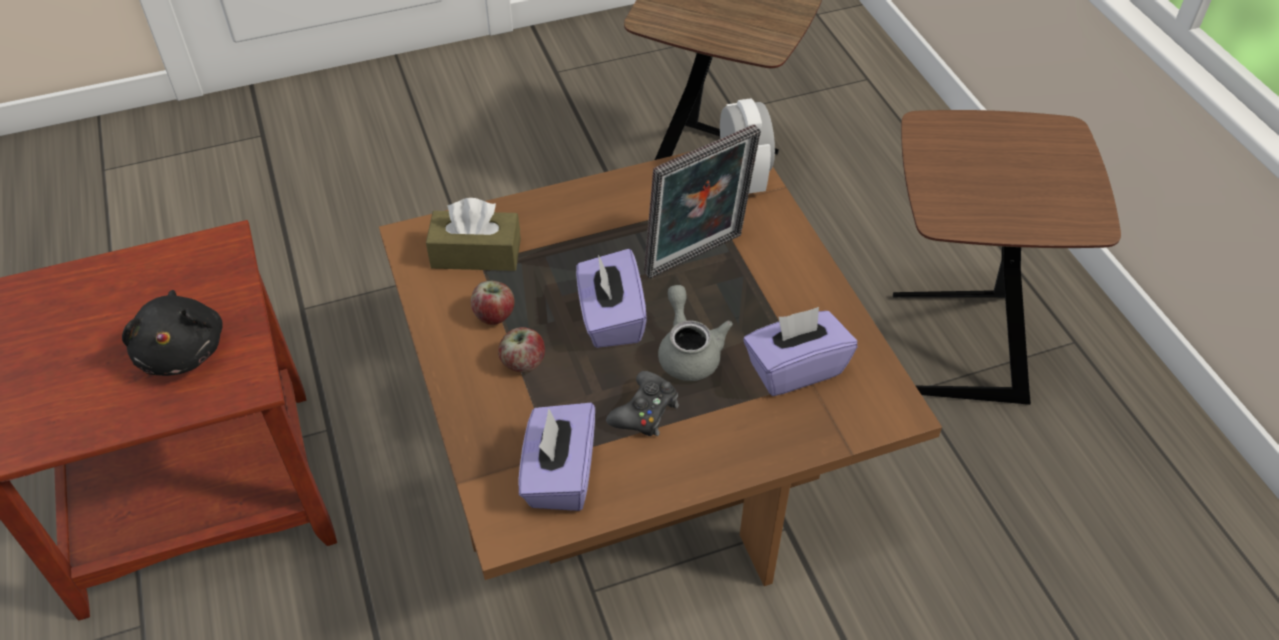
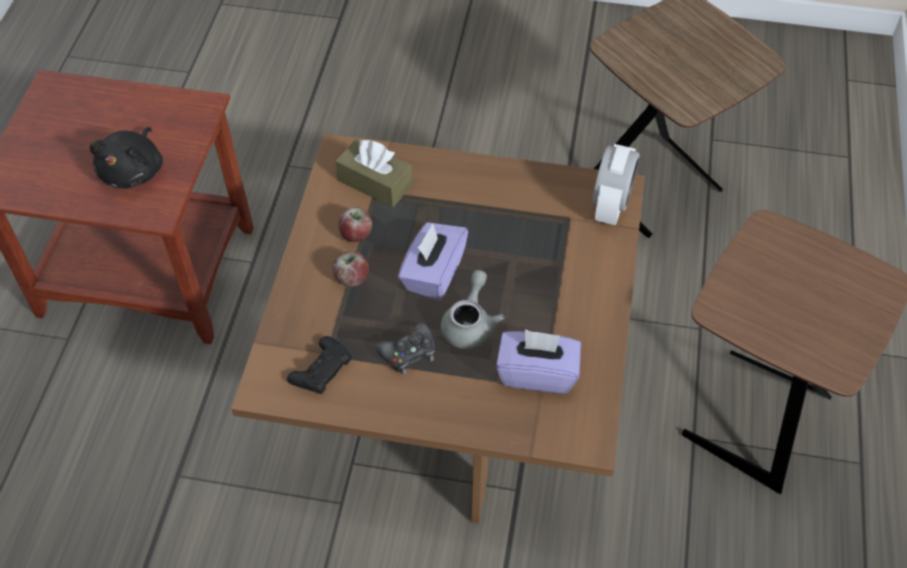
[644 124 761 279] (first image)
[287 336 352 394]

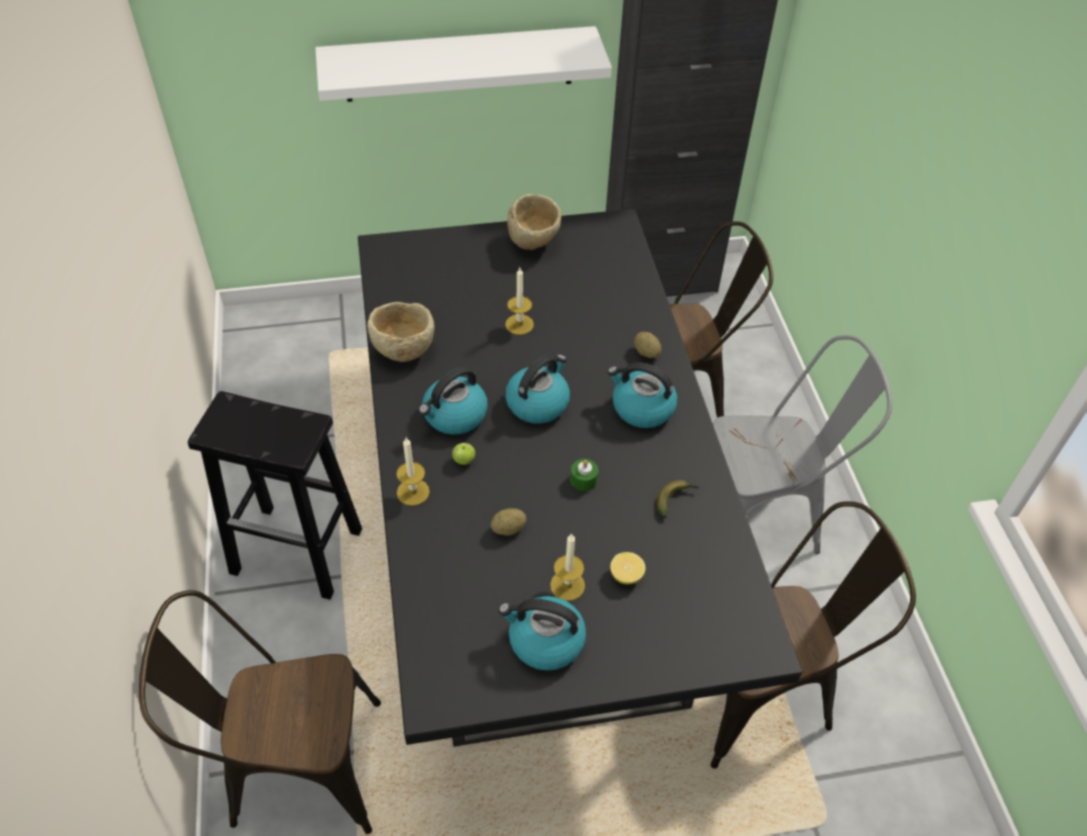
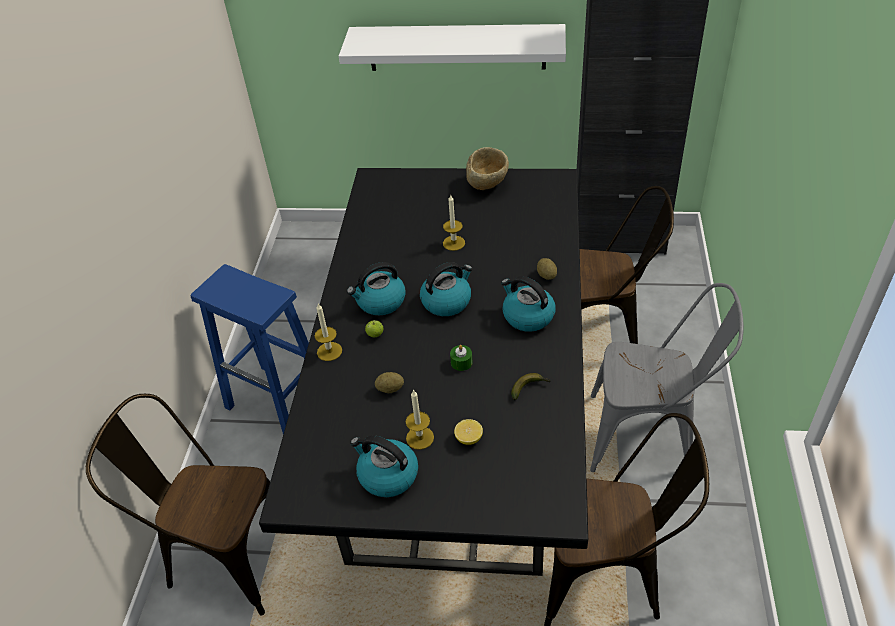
[367 302 435 362] (first image)
[191 264 309 434]

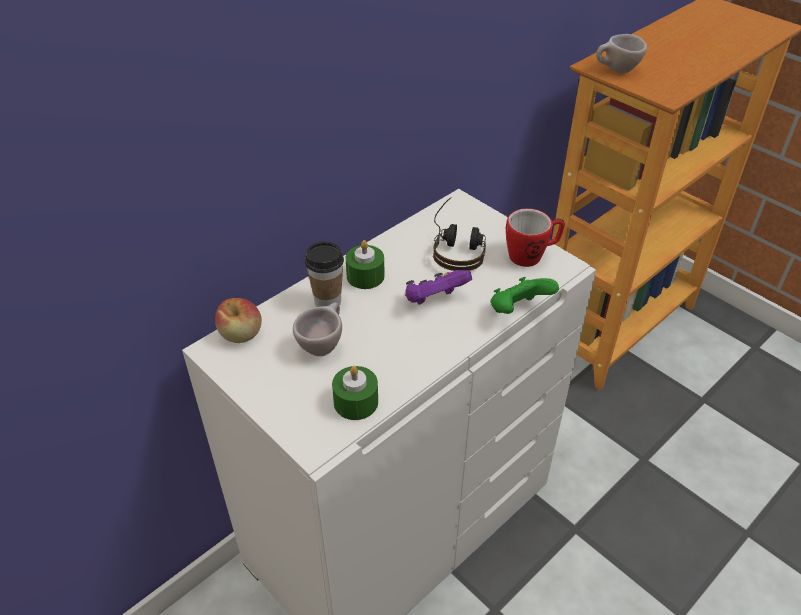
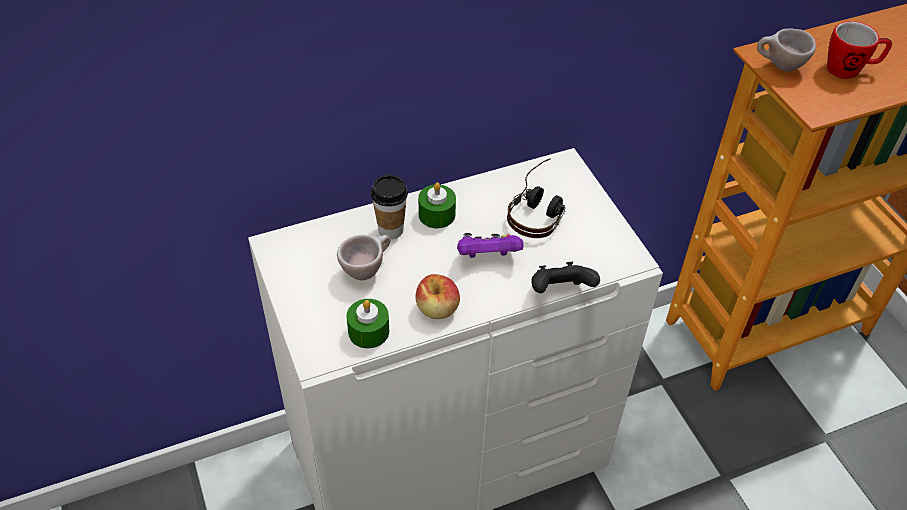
[415 274 460 319]
[827 21 892 79]
[531 262 600 293]

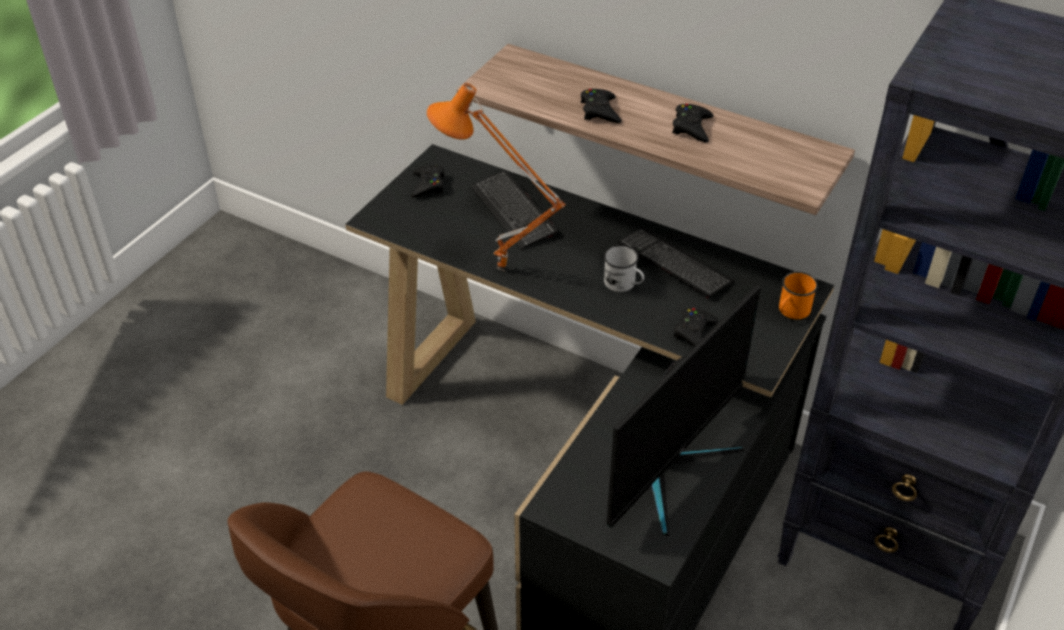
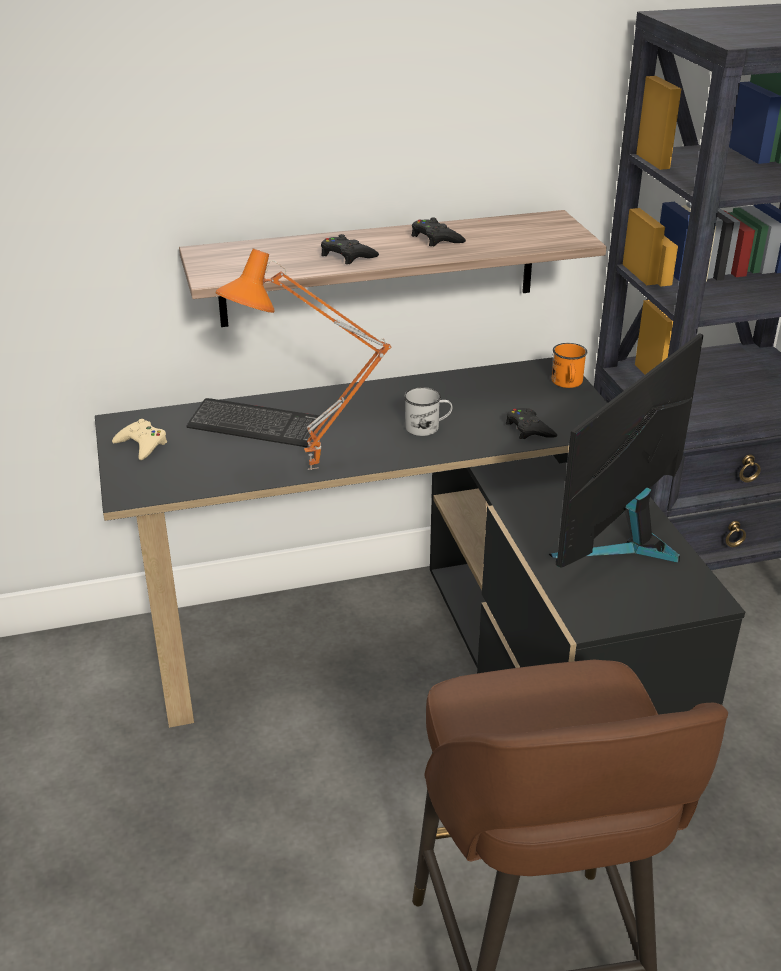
[618 227 735 298] (first image)
[112 419 167 460]
[549 333 703 568]

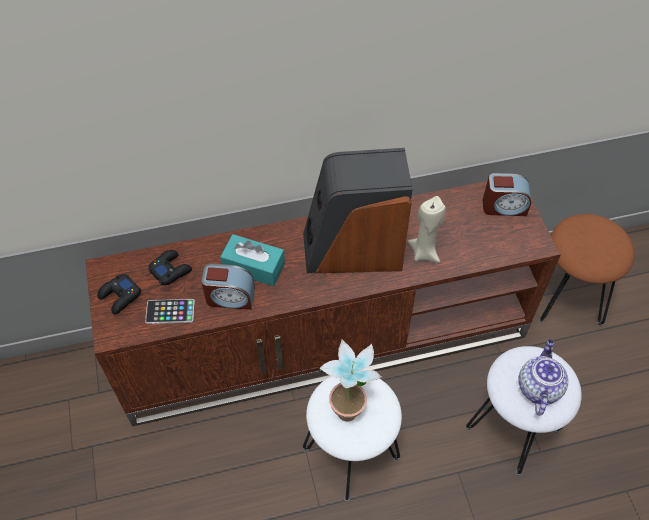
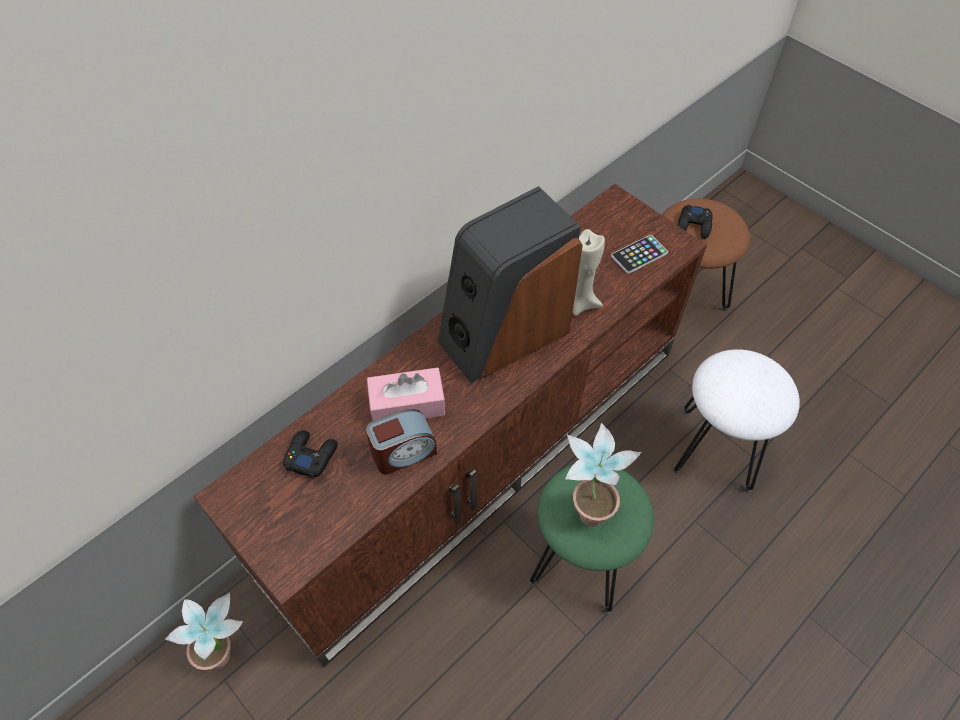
[483 173 531 216] (first image)
[518 339 568 416] (first image)
[165 592 243 670]
[678 204 713 239]
[611 235 668 274]
[367 368 445 421]
[530 465 654 614]

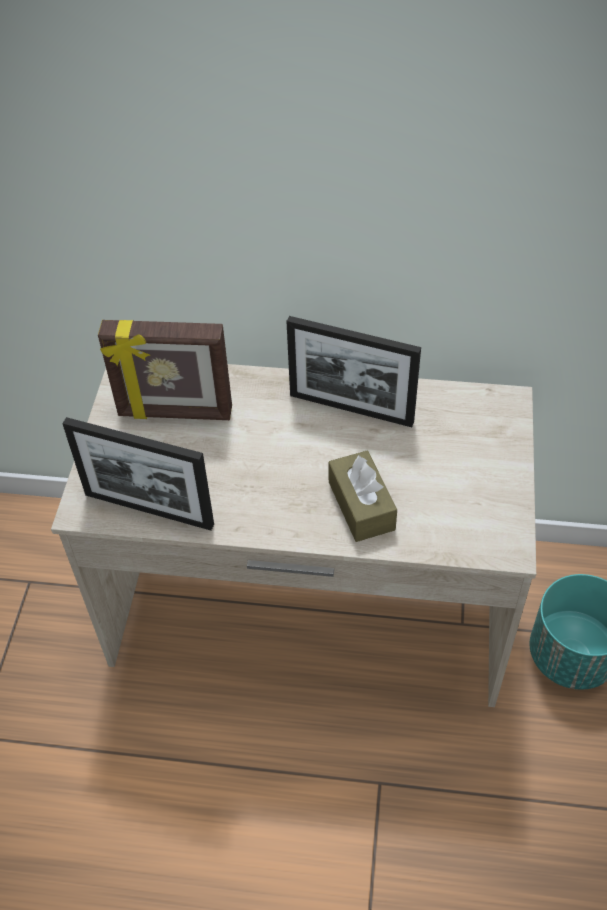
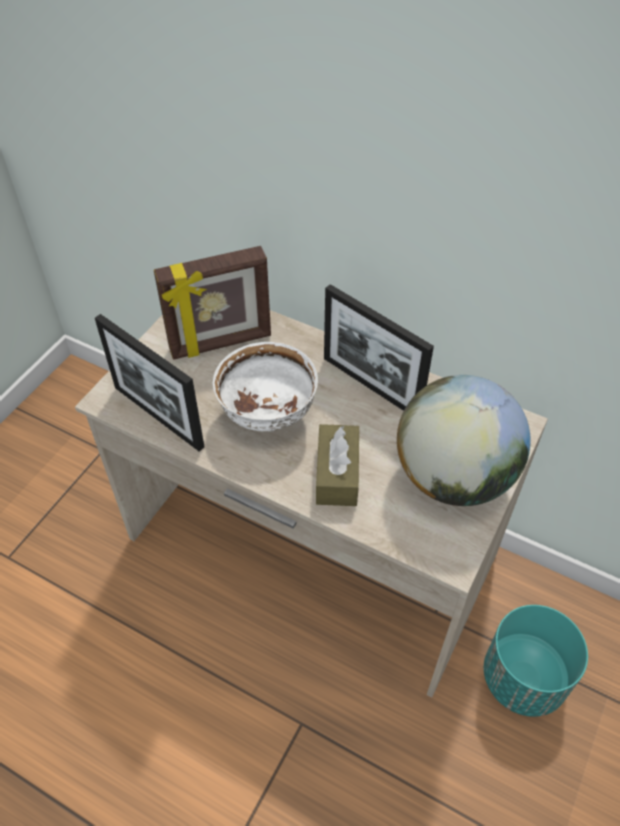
[213 342 318 432]
[397 375 531 506]
[154 246 271 360]

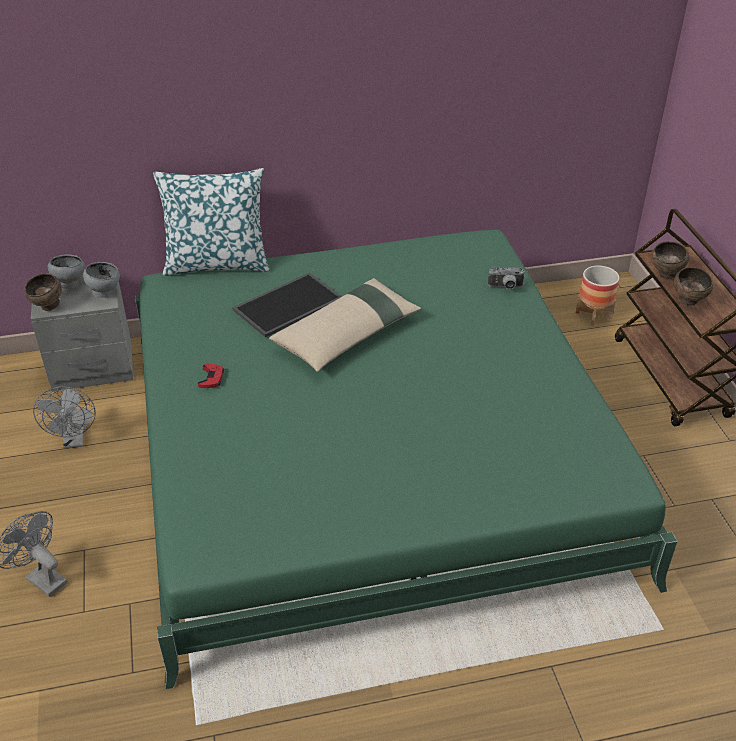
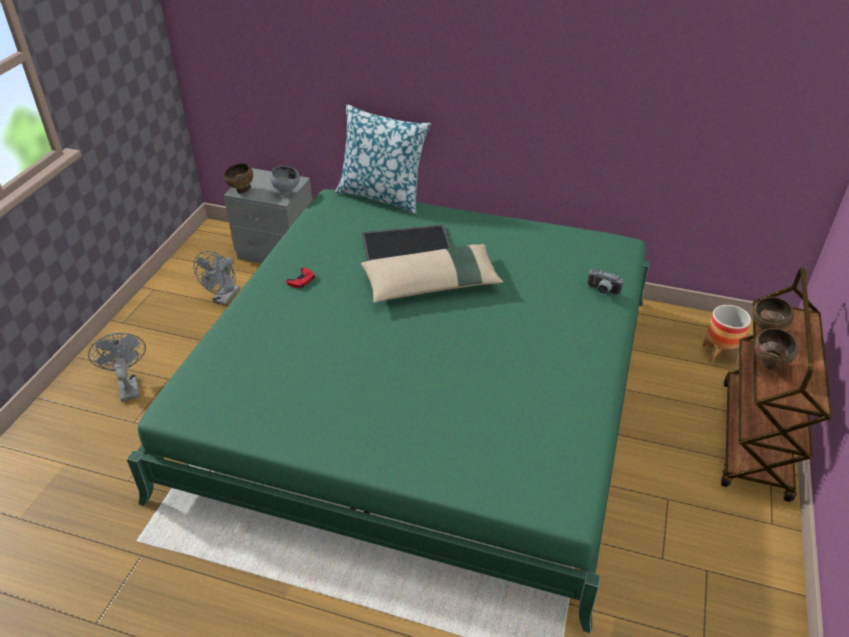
[48 254 85 289] (first image)

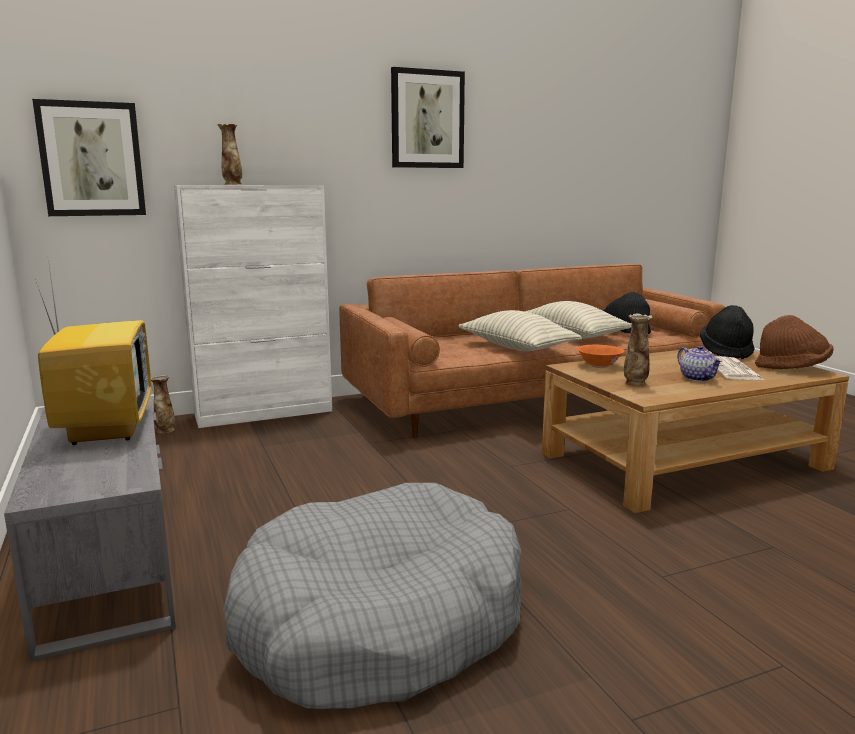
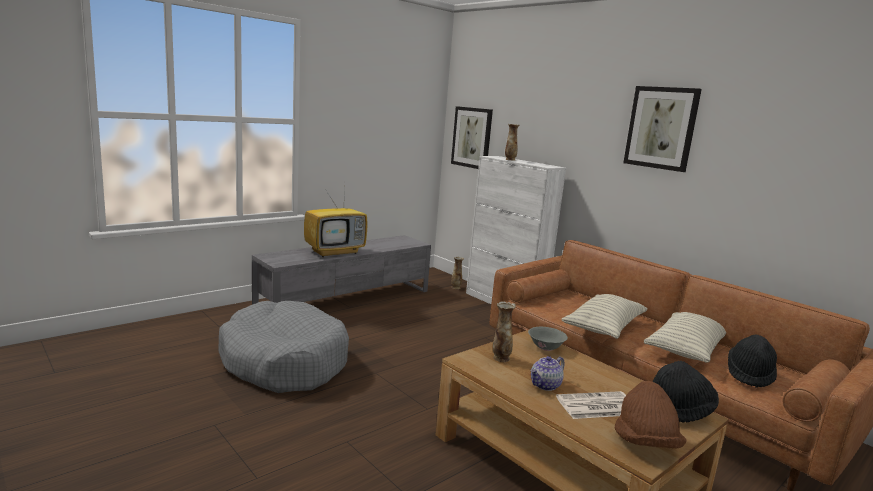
[528 327 568 351]

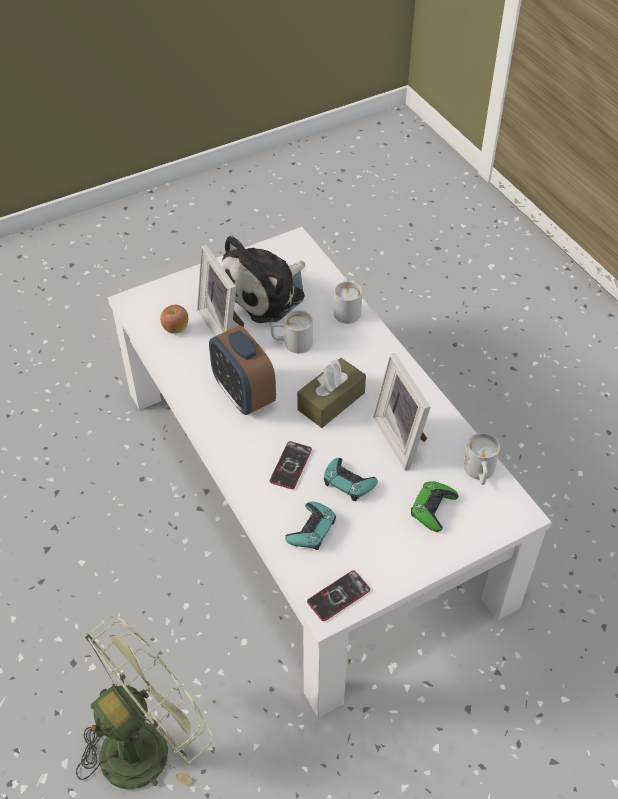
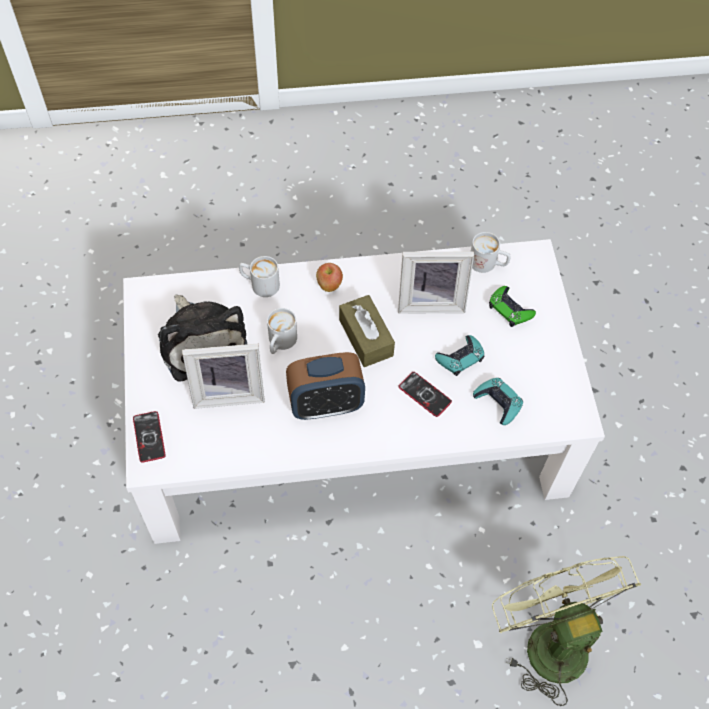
[316 263 343 292]
[133 411 166 463]

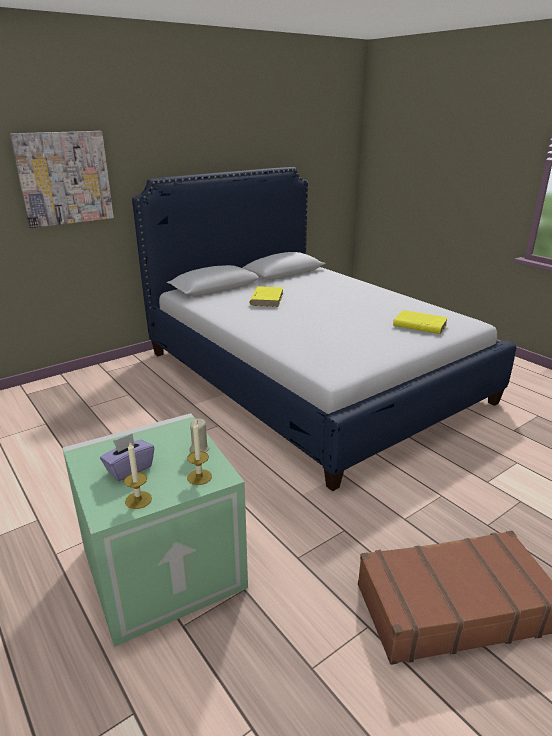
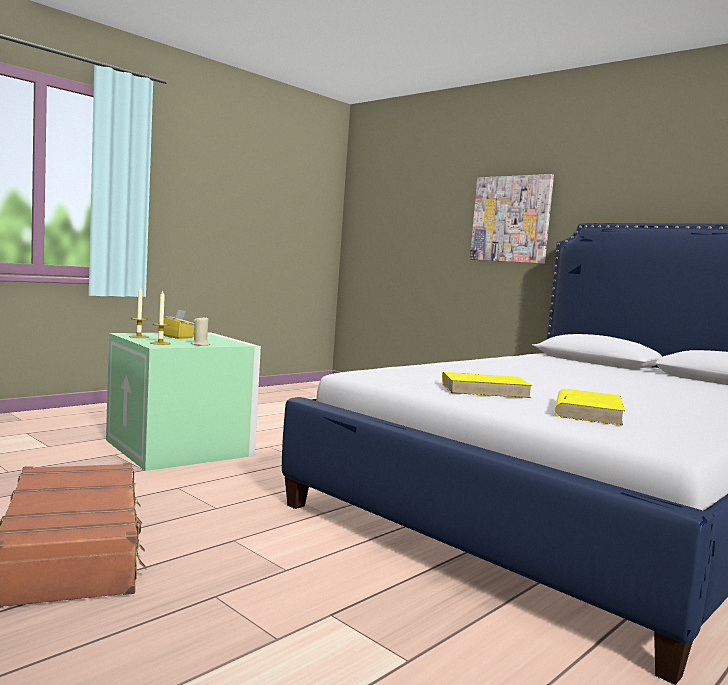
[442 372 533 398]
[163 310 194 339]

